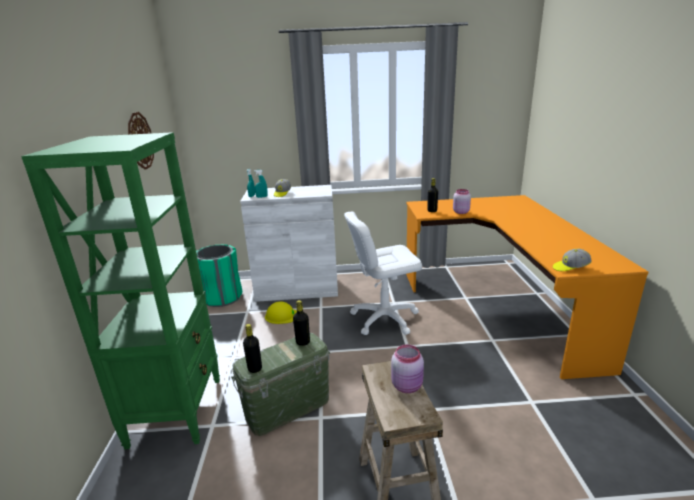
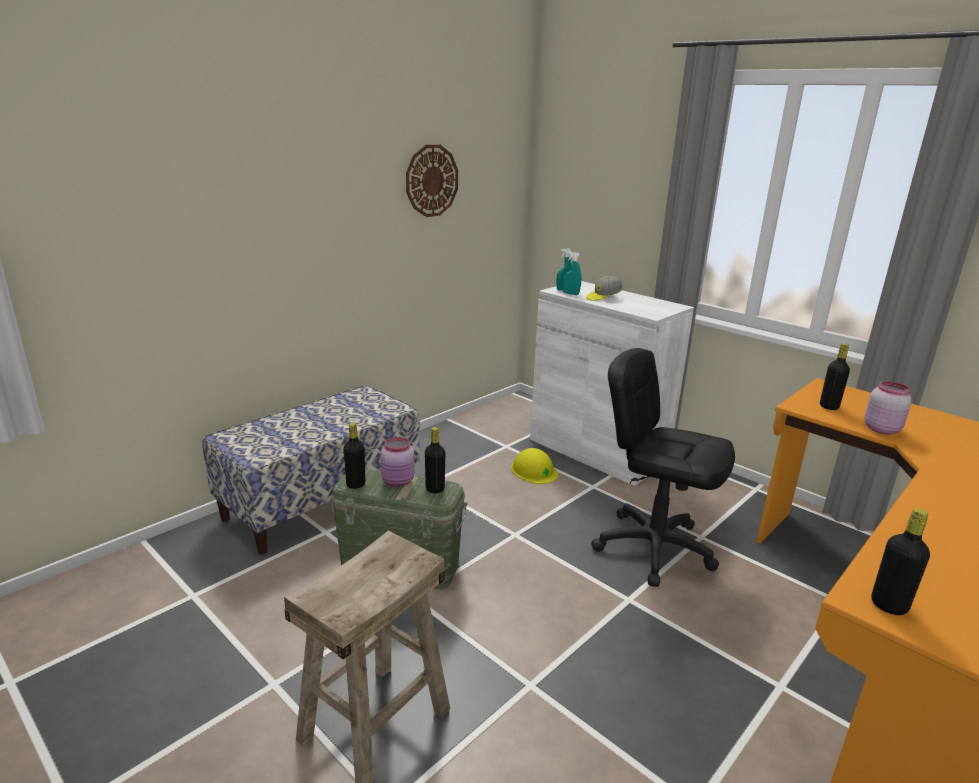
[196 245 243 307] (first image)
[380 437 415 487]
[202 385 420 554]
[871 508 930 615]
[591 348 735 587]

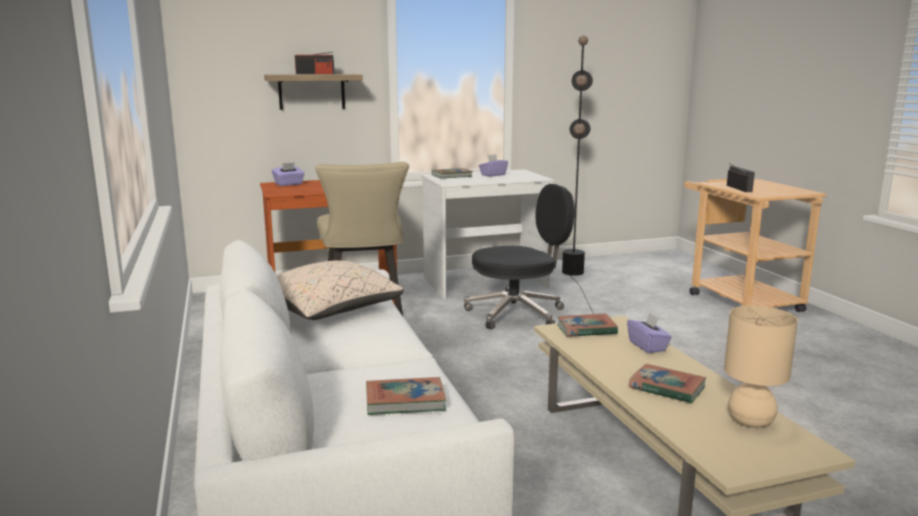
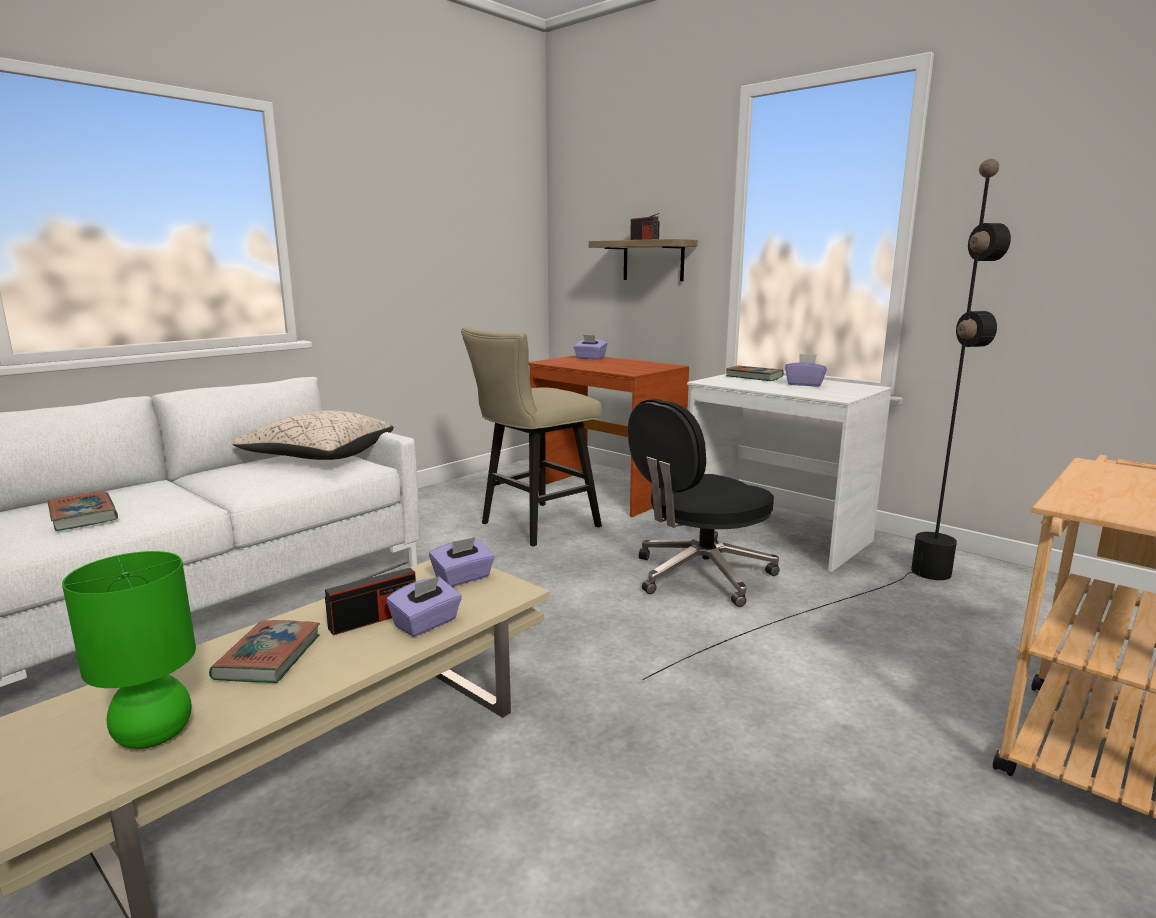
[325 561 416 635]
[429 537 495 587]
[62 551 196 749]
[628 399 779 607]

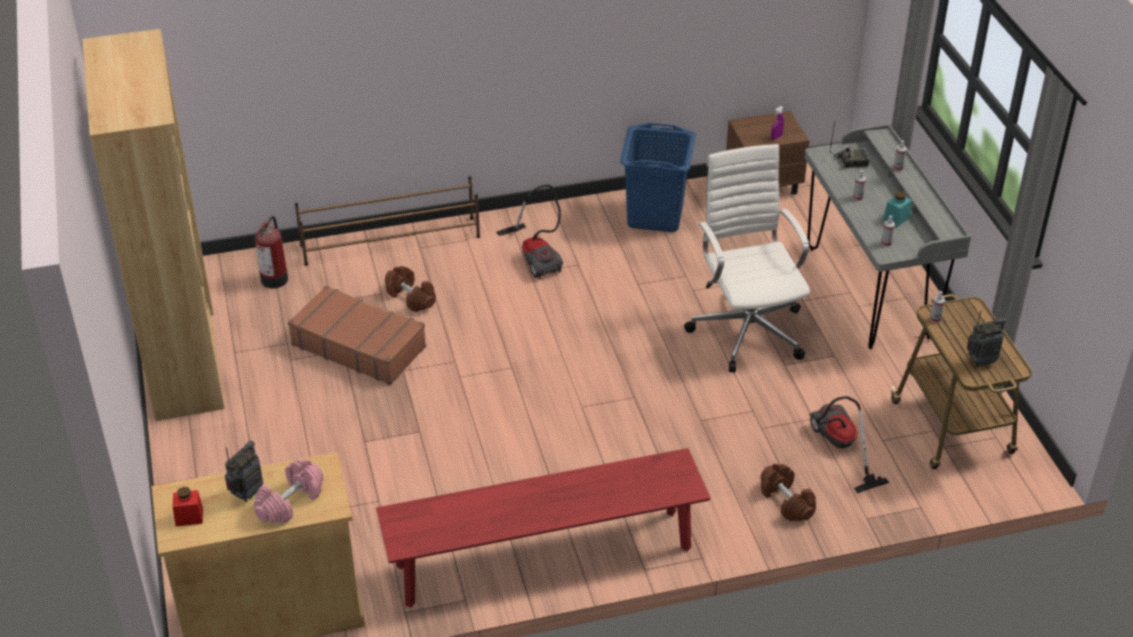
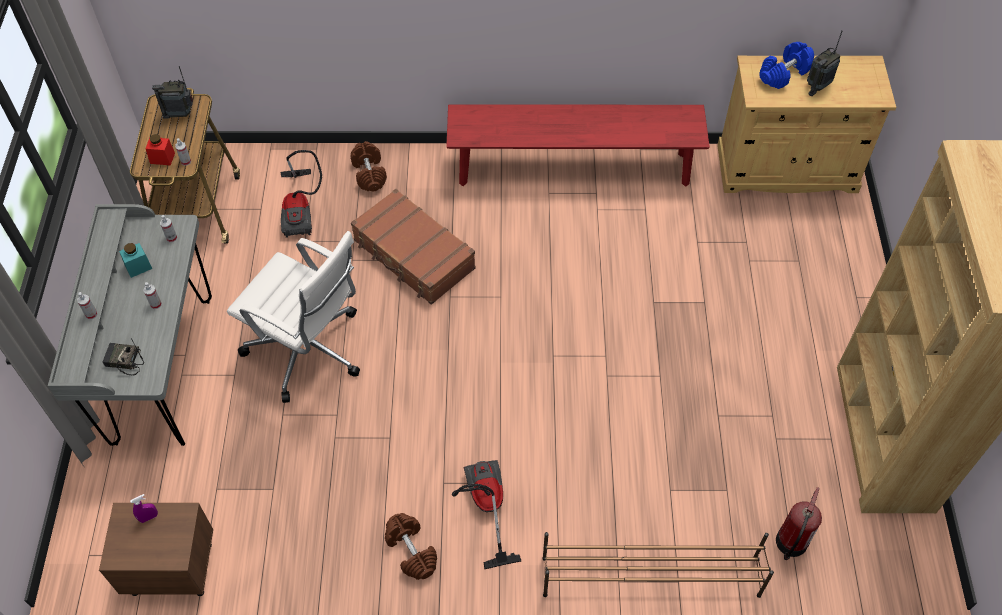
[620 123 696 232] (first image)
[145 134 175 166]
[351 189 475 305]
[385 513 437 580]
[759 42 814 89]
[227 231 360 403]

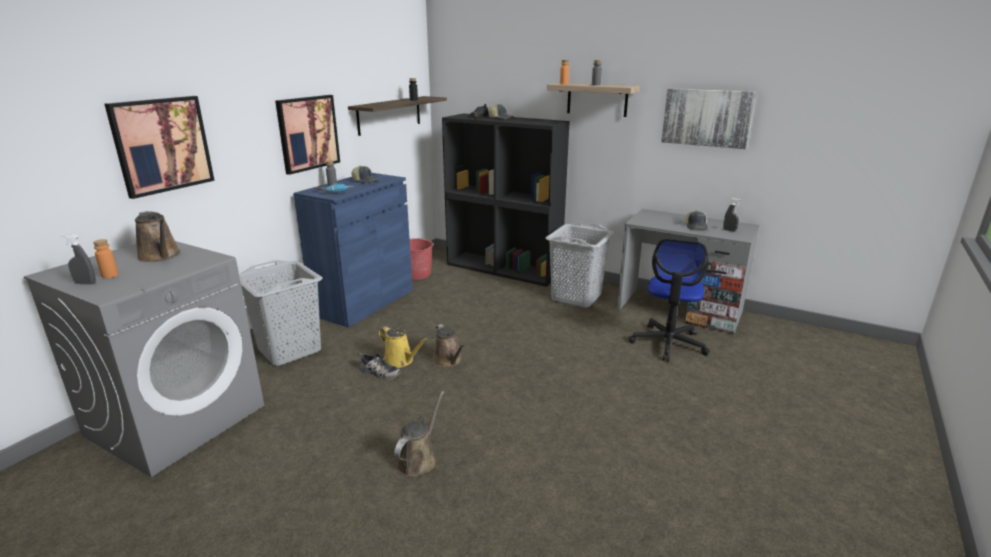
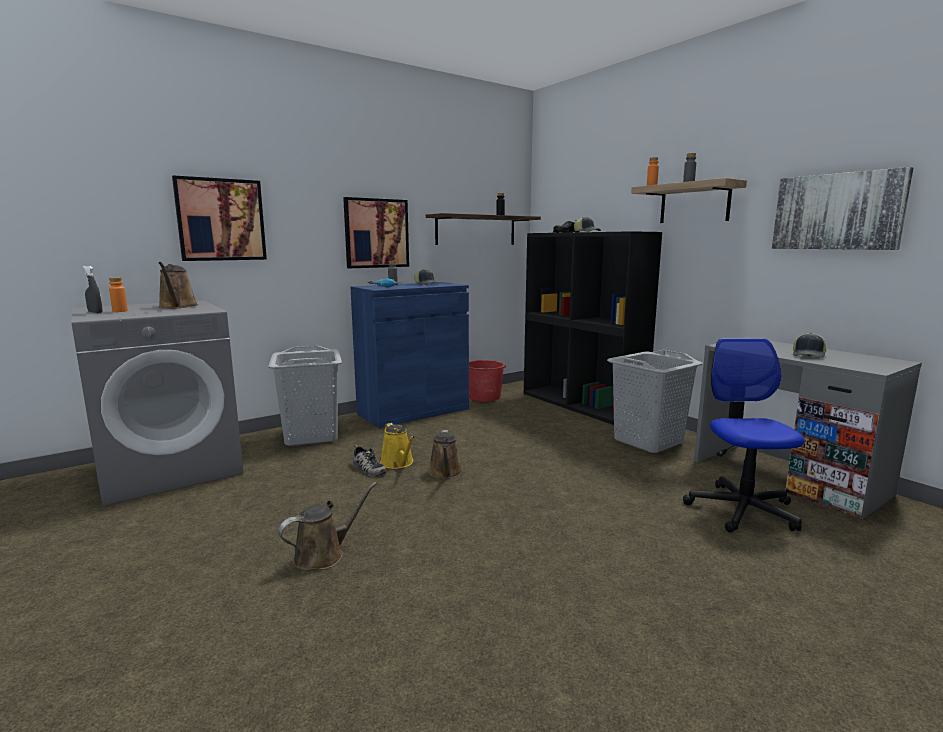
[723 198 741 232] (first image)
[683 338 805 532]

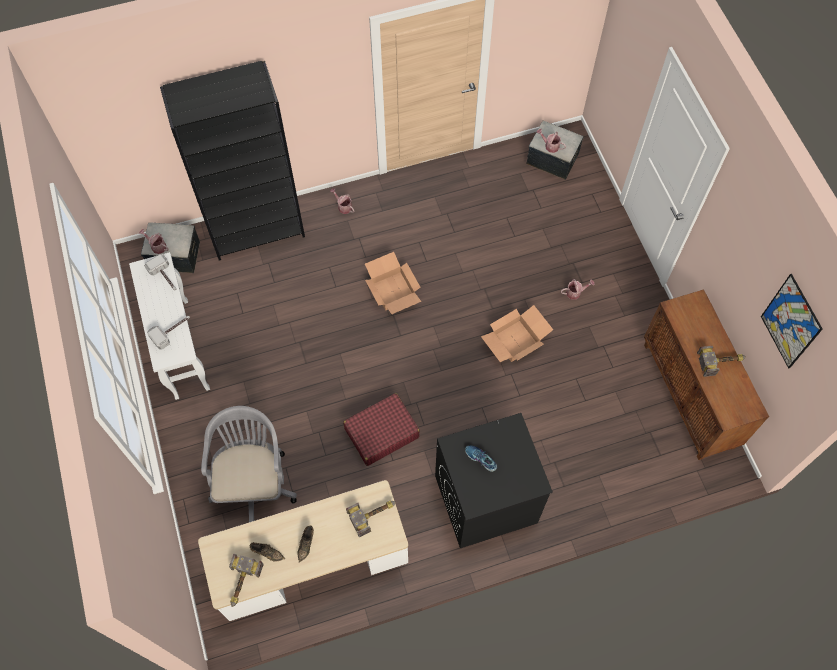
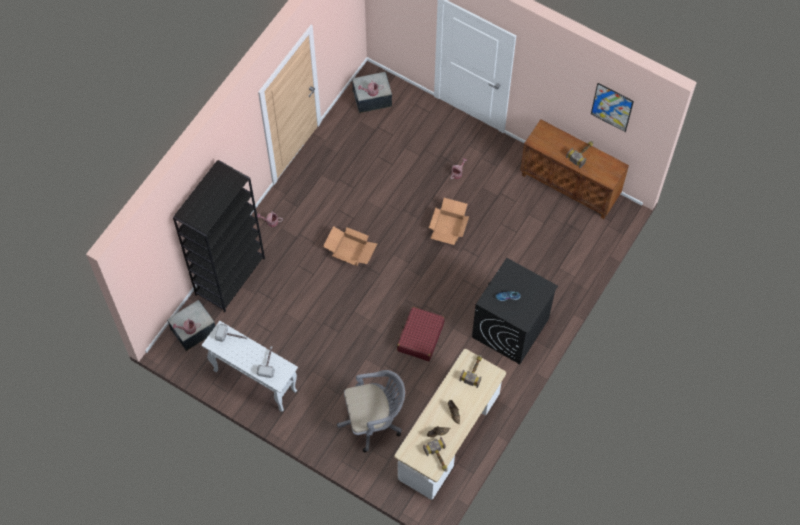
[337 370 405 453]

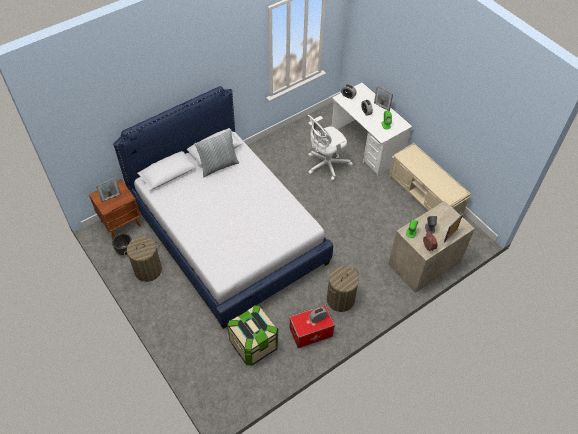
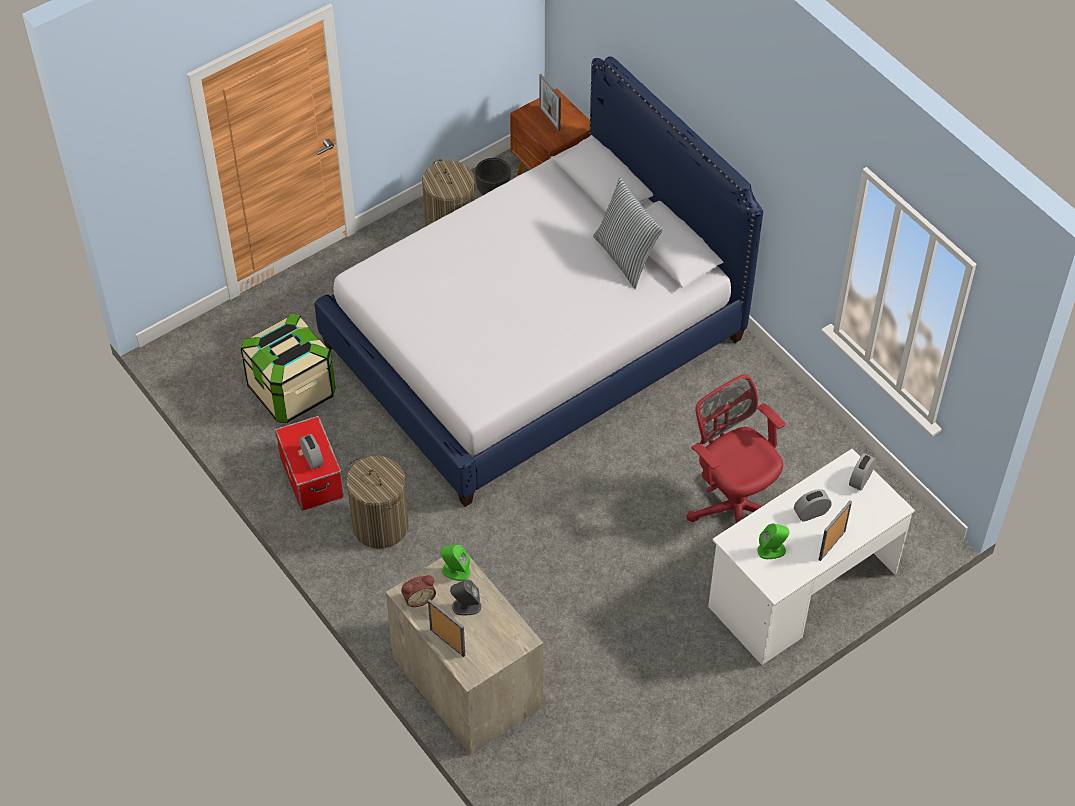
[389 143 471 215] (first image)
[687 374 786 523]

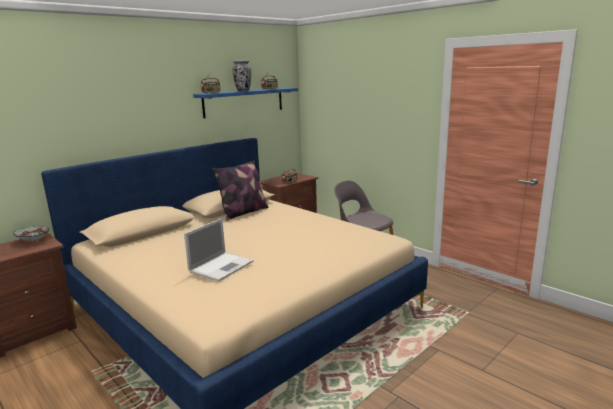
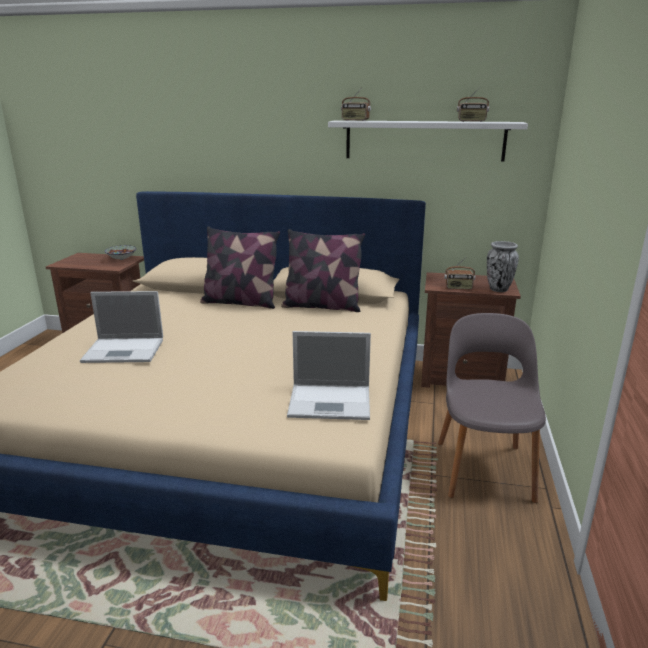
[200 226 280 309]
[287 331 371 420]
[487 241 519 292]
[328 120 528 161]

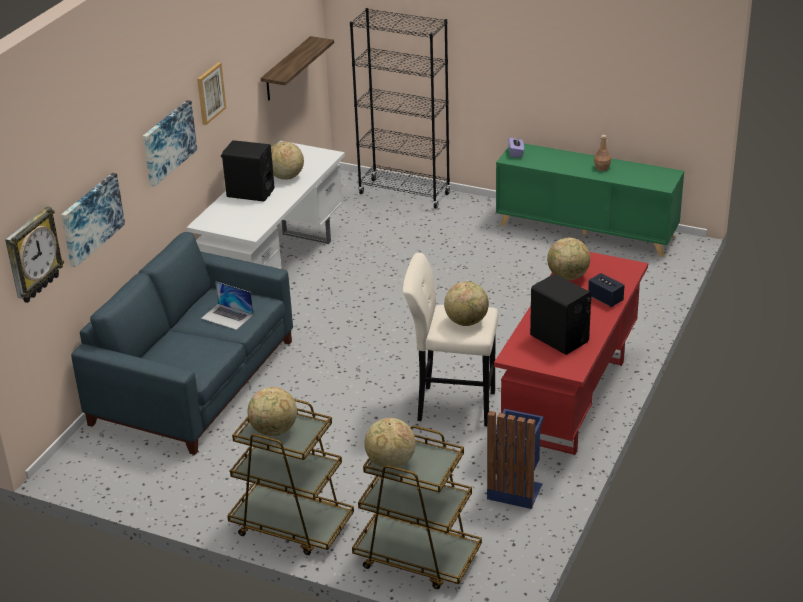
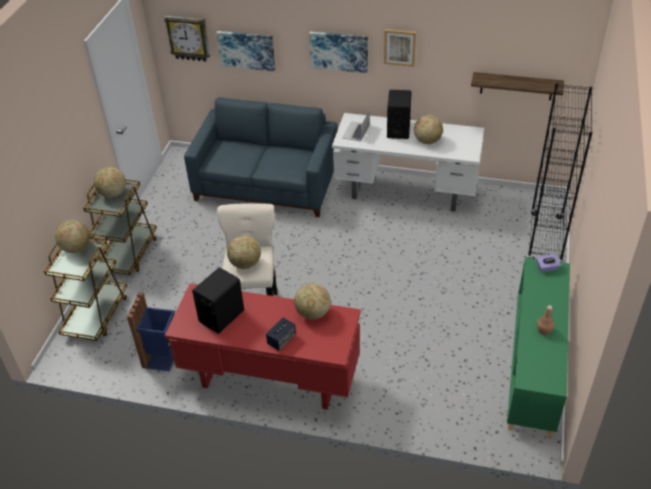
[342 110 370 142]

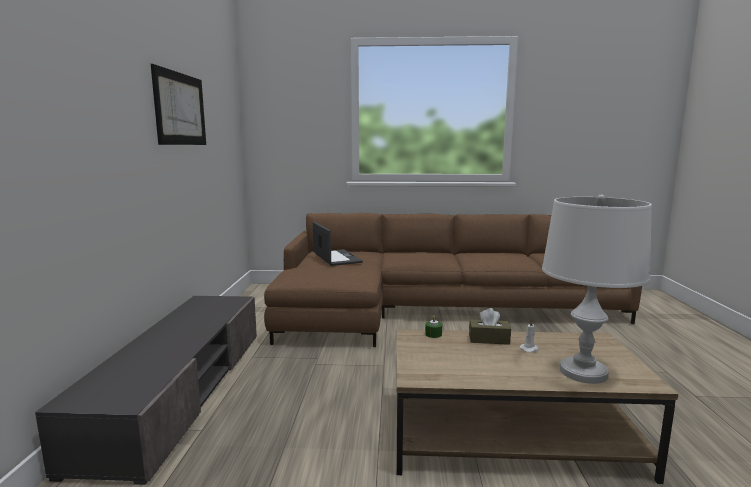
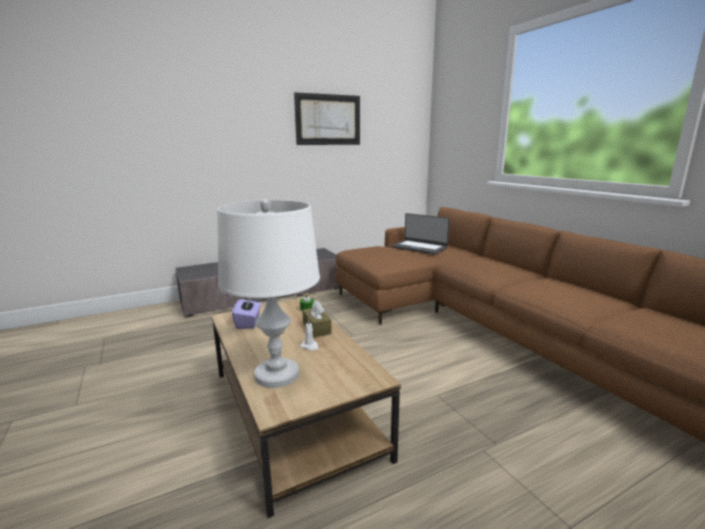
[232 298 261 329]
[391 213 450 255]

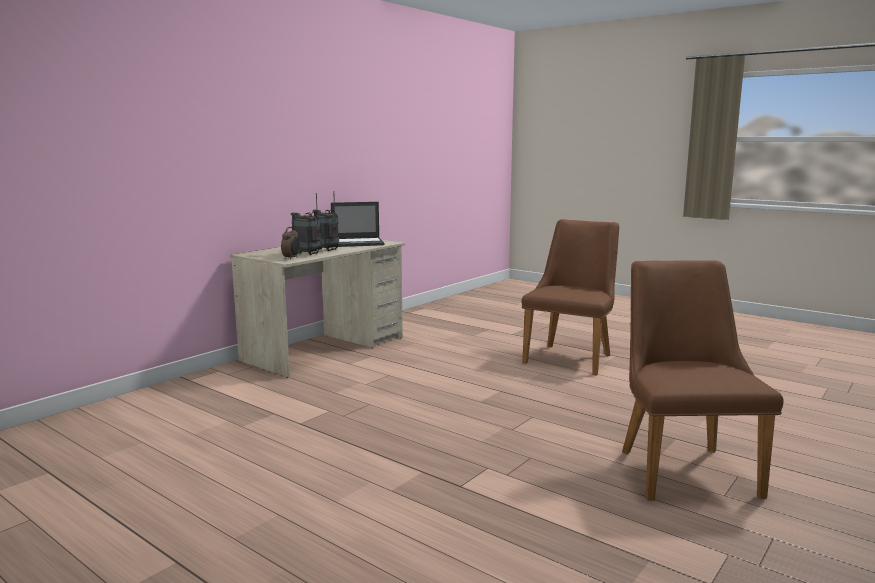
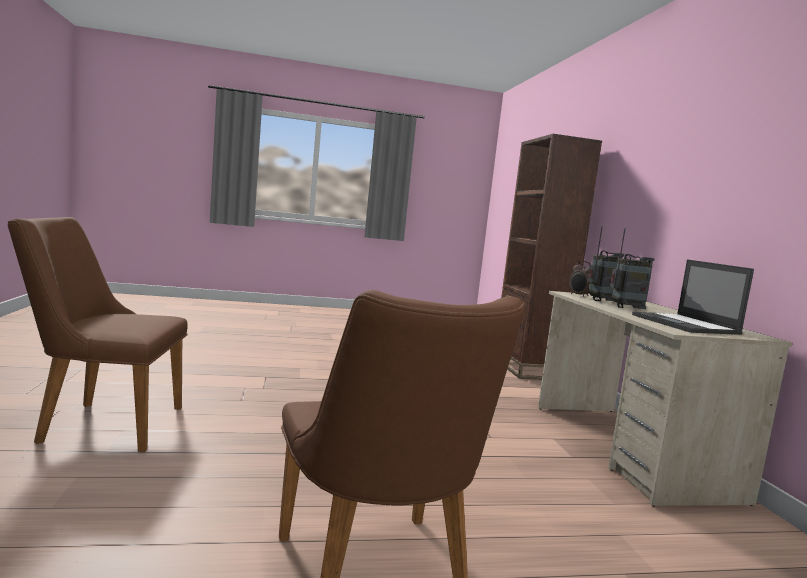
[501 134 602 380]
[632 259 754 335]
[8 217 188 452]

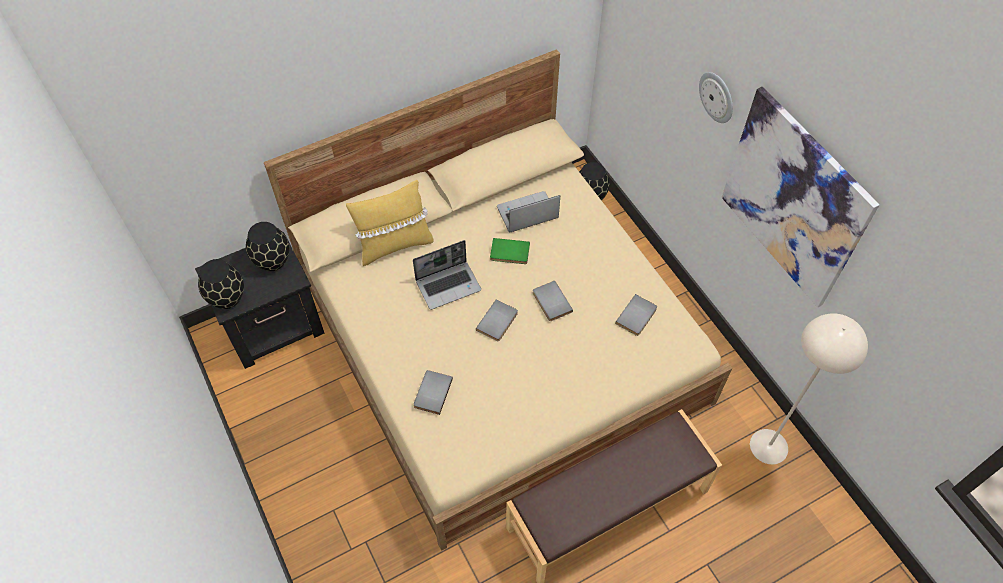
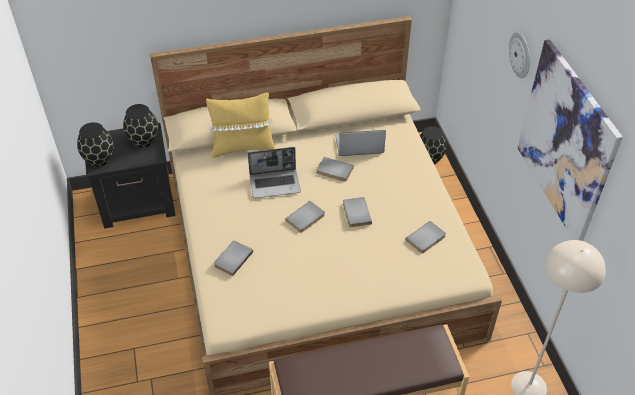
[317 157 354 182]

